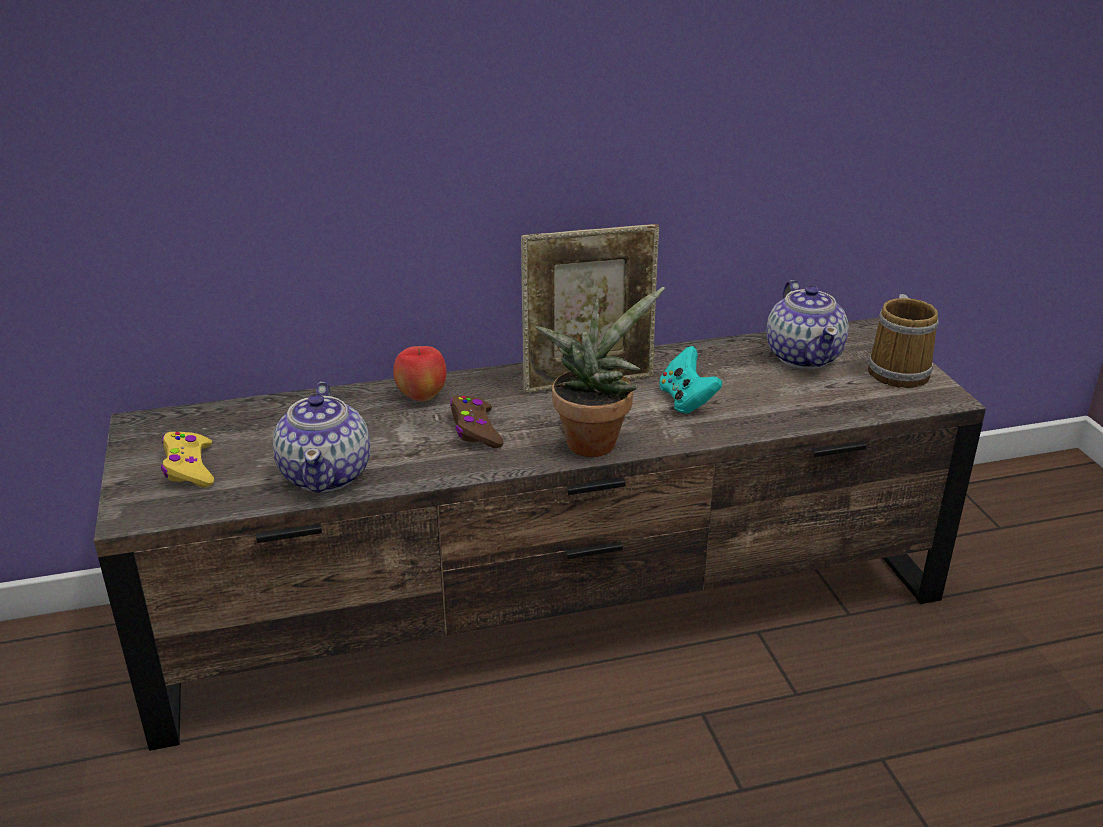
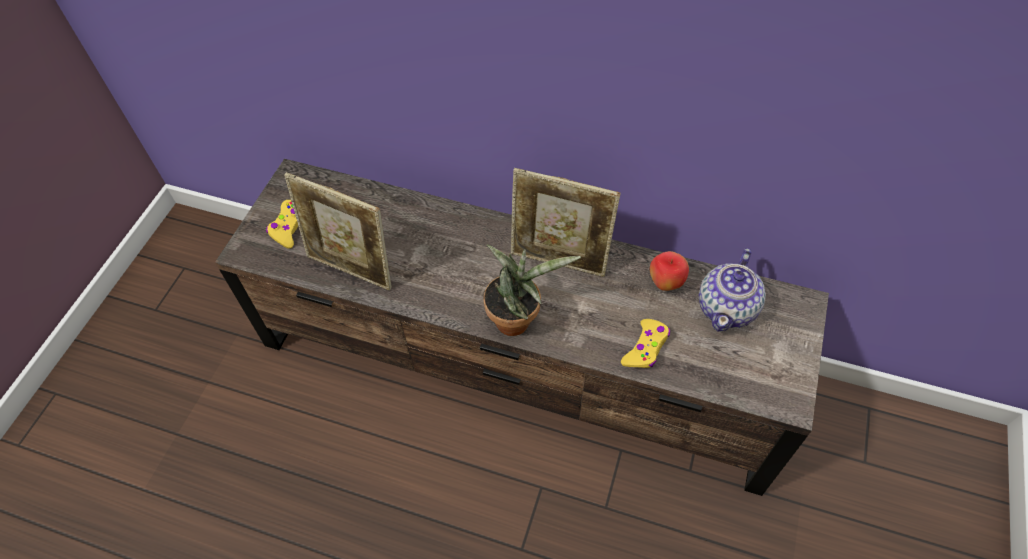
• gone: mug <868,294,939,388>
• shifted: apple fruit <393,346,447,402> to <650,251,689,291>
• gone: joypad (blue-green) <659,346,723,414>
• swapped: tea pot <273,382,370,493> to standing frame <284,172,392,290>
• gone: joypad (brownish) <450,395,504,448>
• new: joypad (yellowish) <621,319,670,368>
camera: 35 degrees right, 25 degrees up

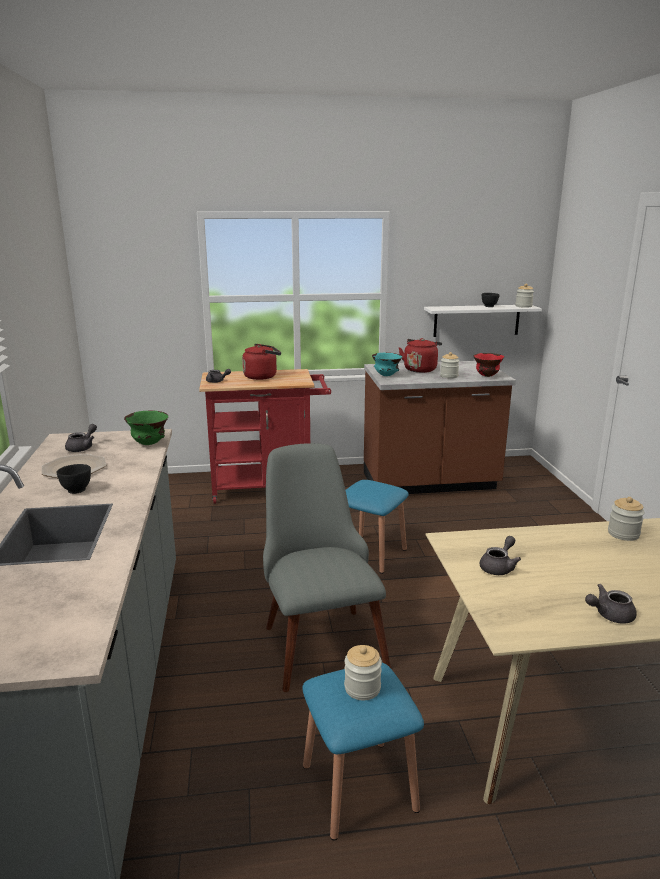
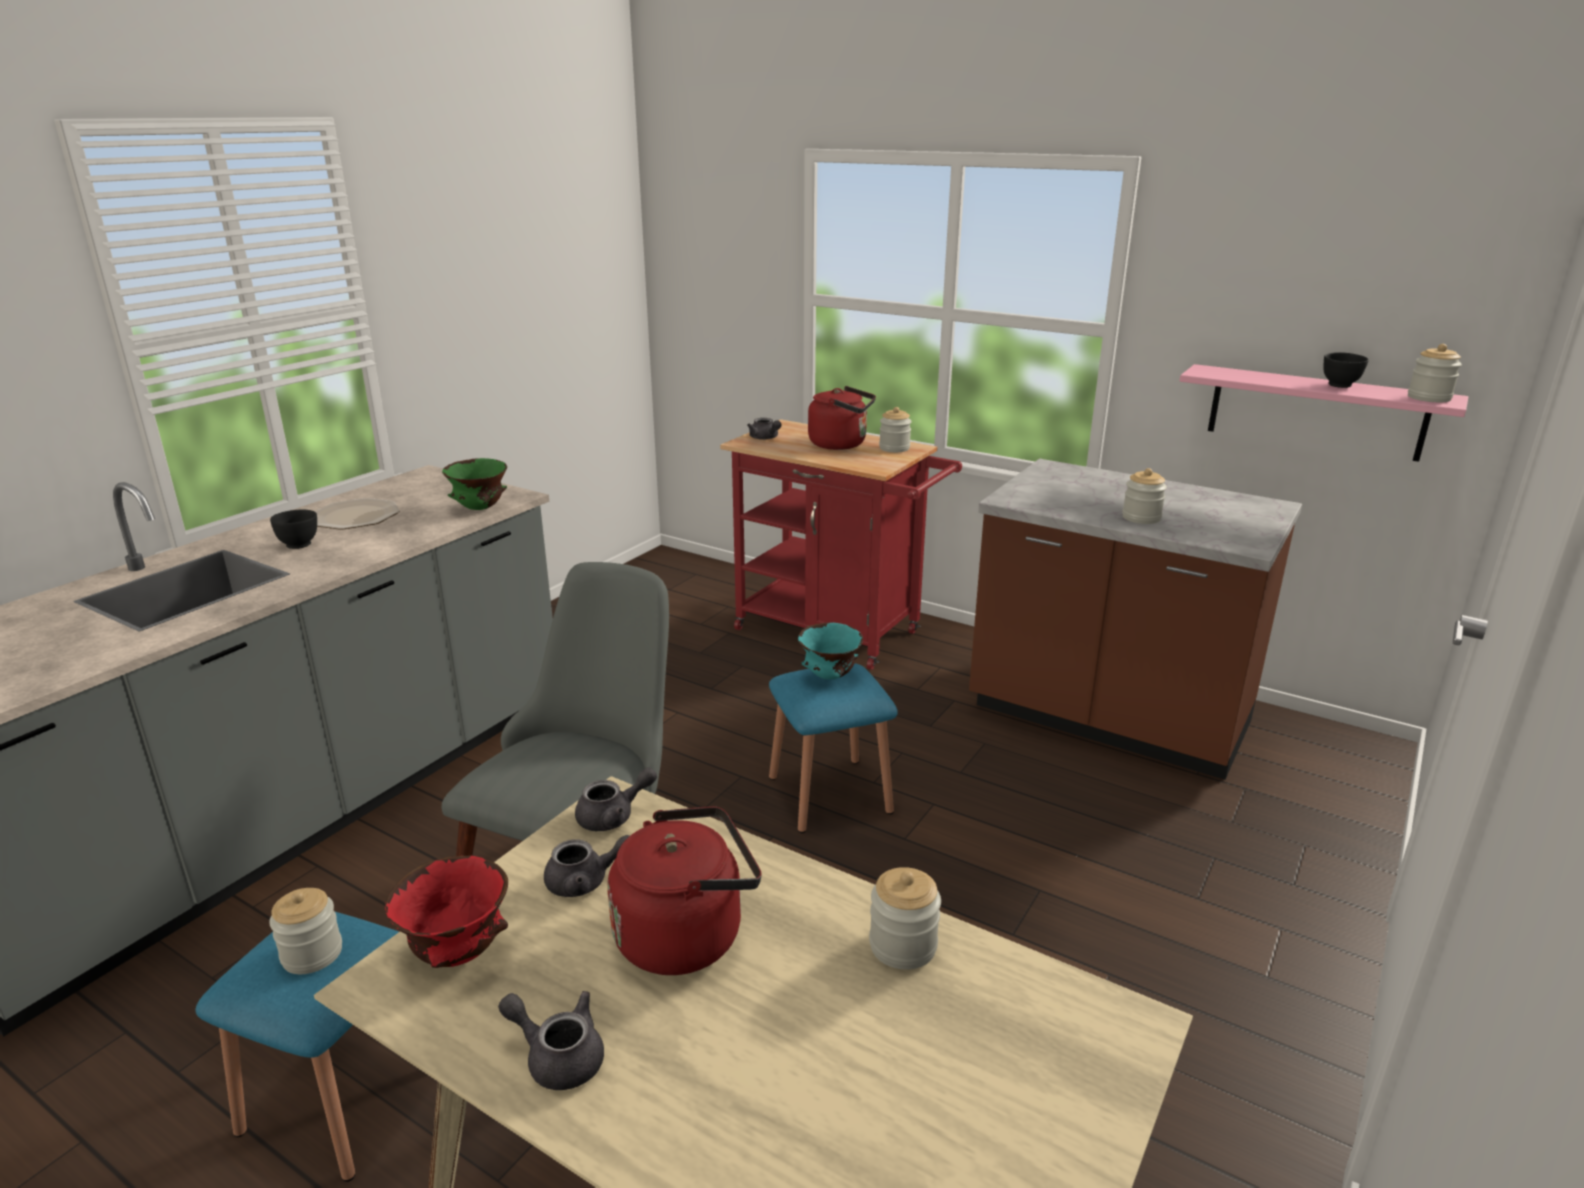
• repainted: shelf (white) <424,305,542,337> to shelf (pink) <1179,364,1468,462>
• shifted: water kettle (reddish) <399,338,442,373> to <607,806,761,975>
• shifted: serving bowl (blue-green) <372,353,402,376> to <798,623,863,680>
• shifted: serving bowl (reddish) <473,353,504,377> to <385,856,508,968>
• shifted: tea pot (grey) <65,424,97,452> to <575,768,657,831>
• new: jar <879,407,912,452>
camera: 40 degrees right, 5 degrees up

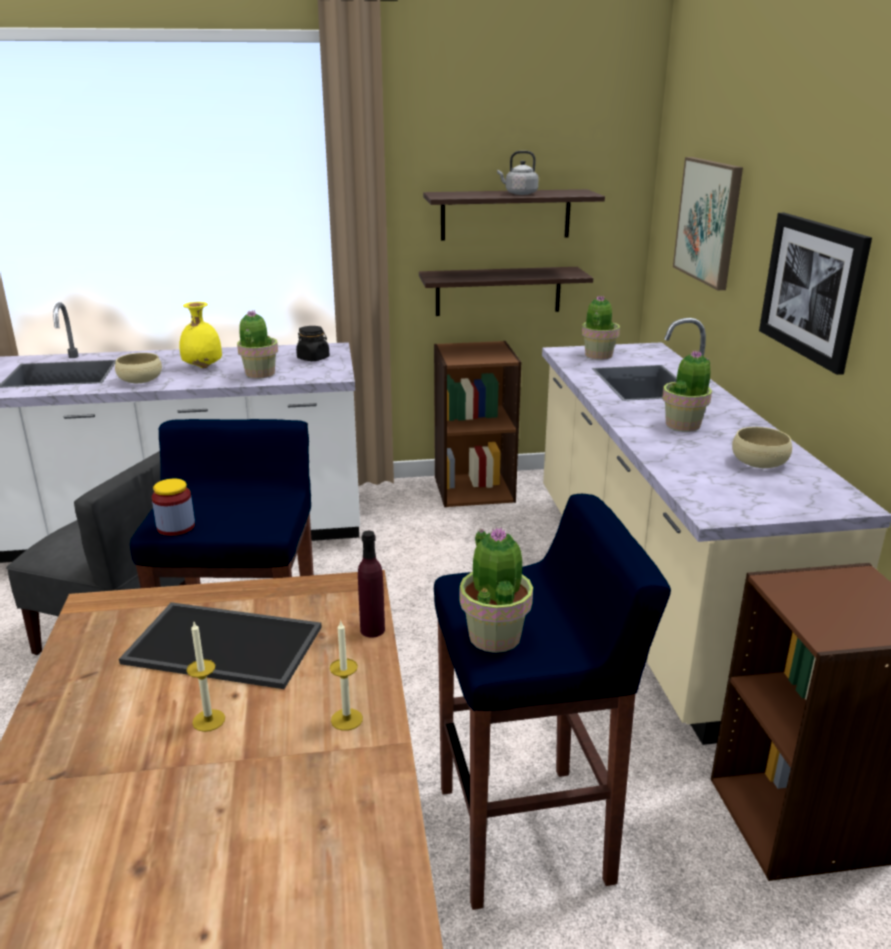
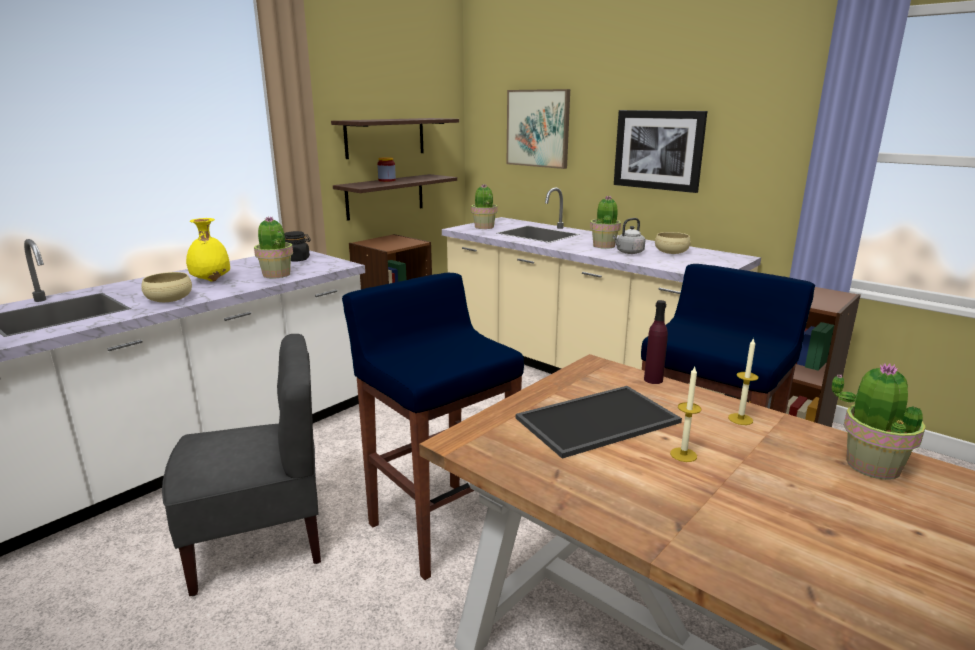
• shifted: water kettle (grey) <497,151,539,195> to <612,218,645,254>
• shifted: jar <152,479,195,536> to <377,157,396,182>
• shifted: houseplant <460,527,533,653> to <831,363,926,480>
camera: 40 degrees left, 5 degrees down

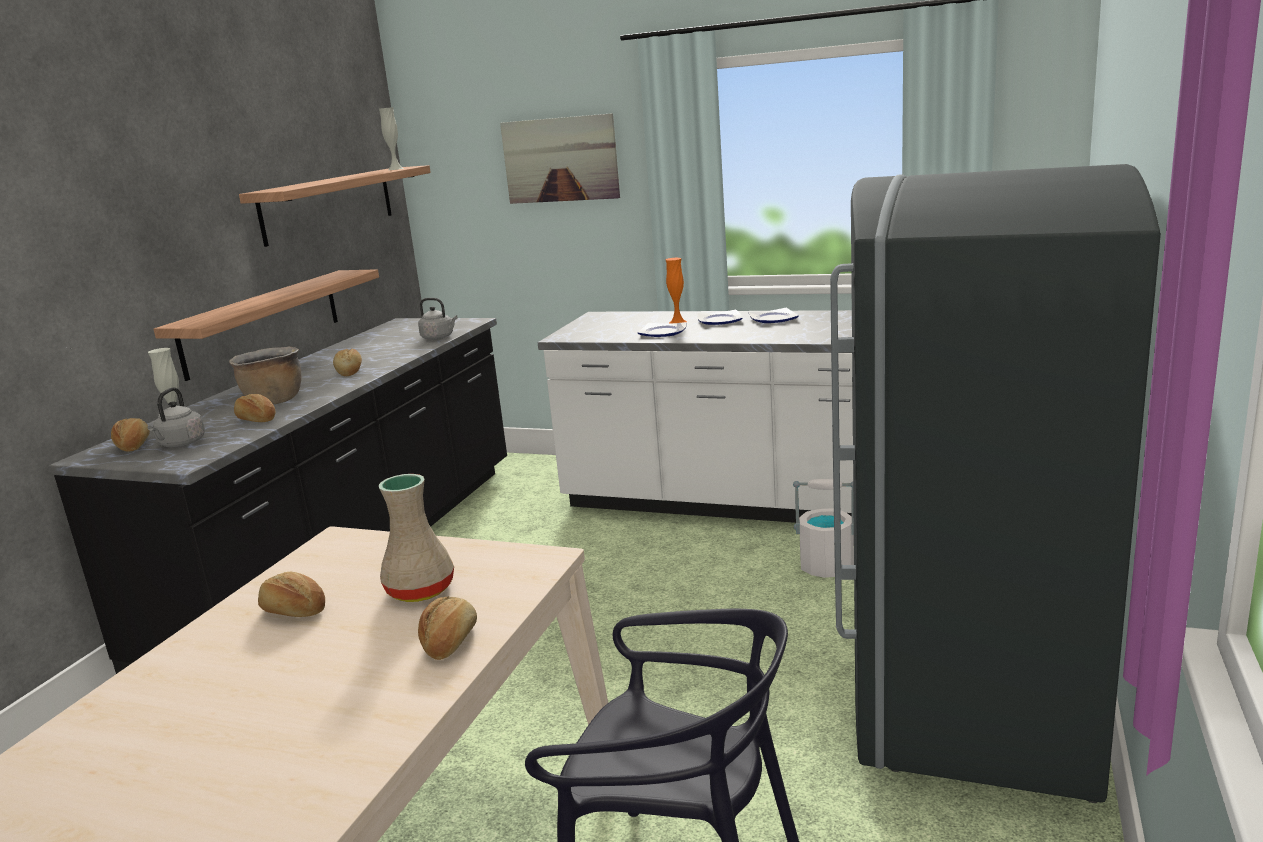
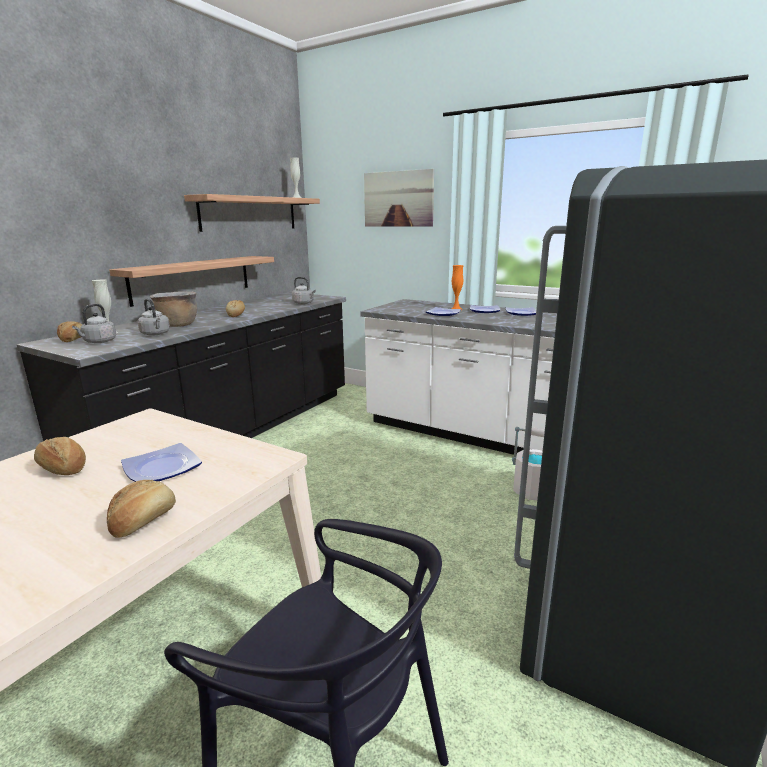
• swapped: bakery bread <234,394,275,422> to water kettle (grey) <138,299,170,336>
• swapped: vase (beige) <379,474,454,602> to flat dish <121,443,202,482>
camera: 10 degrees right, 0 degrees up

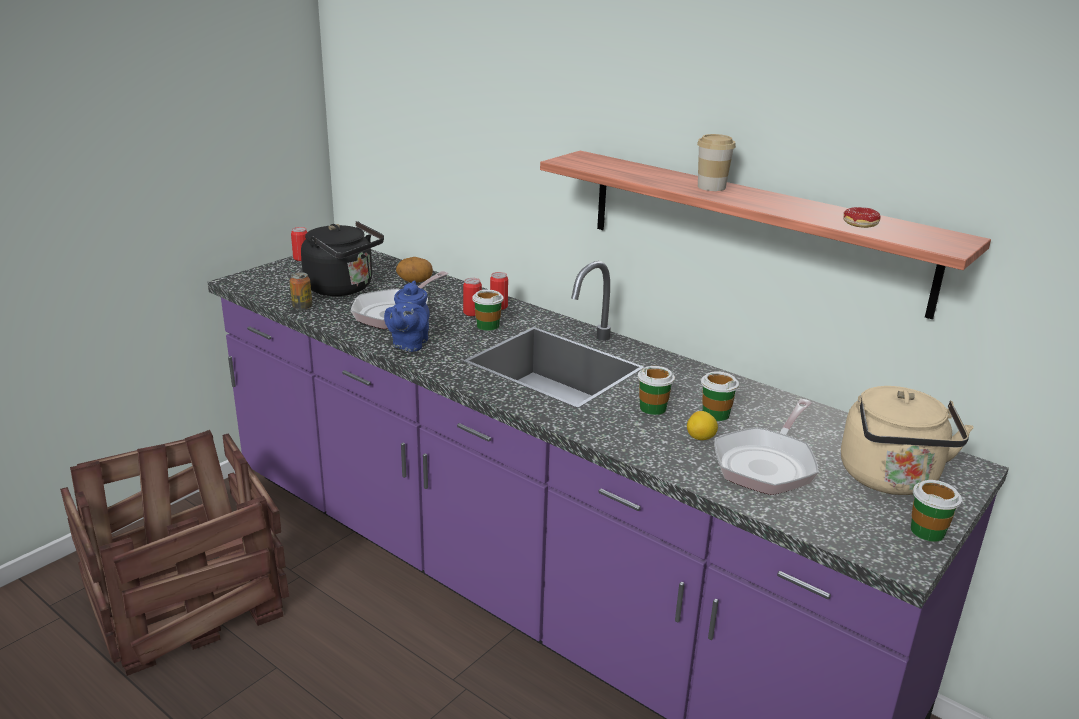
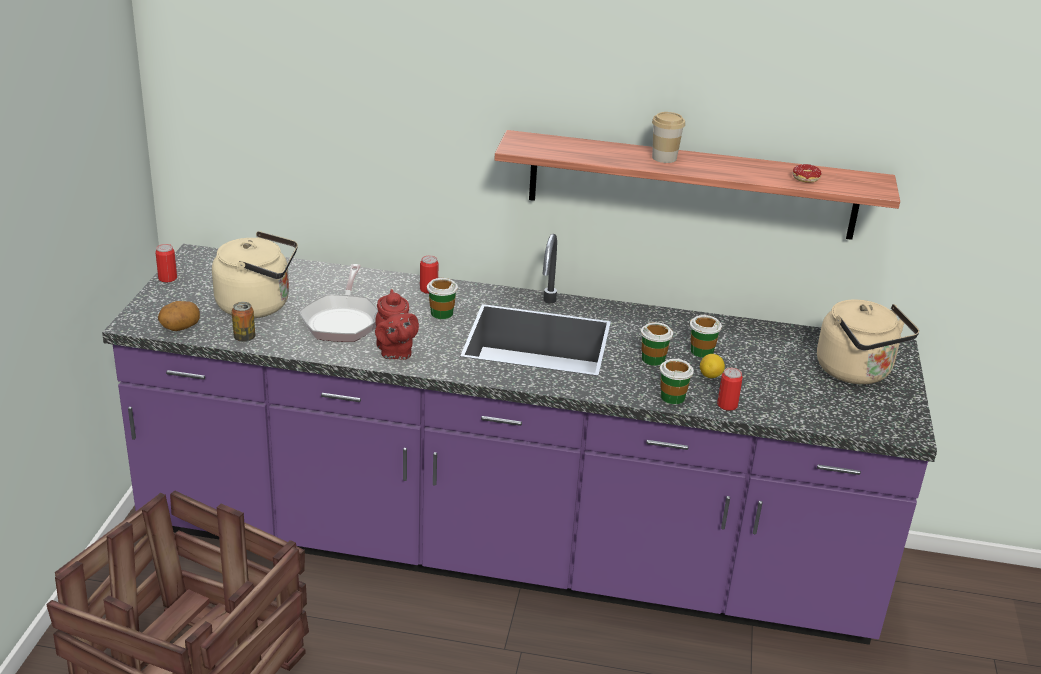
• repainted: water kettle (black-coloured) <301,221,384,296> to water kettle (beige) <212,231,298,318>
• shifted: whole potato <396,257,433,283> to <158,301,200,331>
• shifted: can <463,278,482,316> to <717,368,743,411>
• repainted: tea pot (blue-coloured) <384,280,430,352> to tea pot (reddish) <375,289,419,360>
• gone: frying pan <714,399,819,495>
• shifted: small cup <911,480,962,542> to <660,359,694,404>
camera: 30 degrees left, 5 degrees up

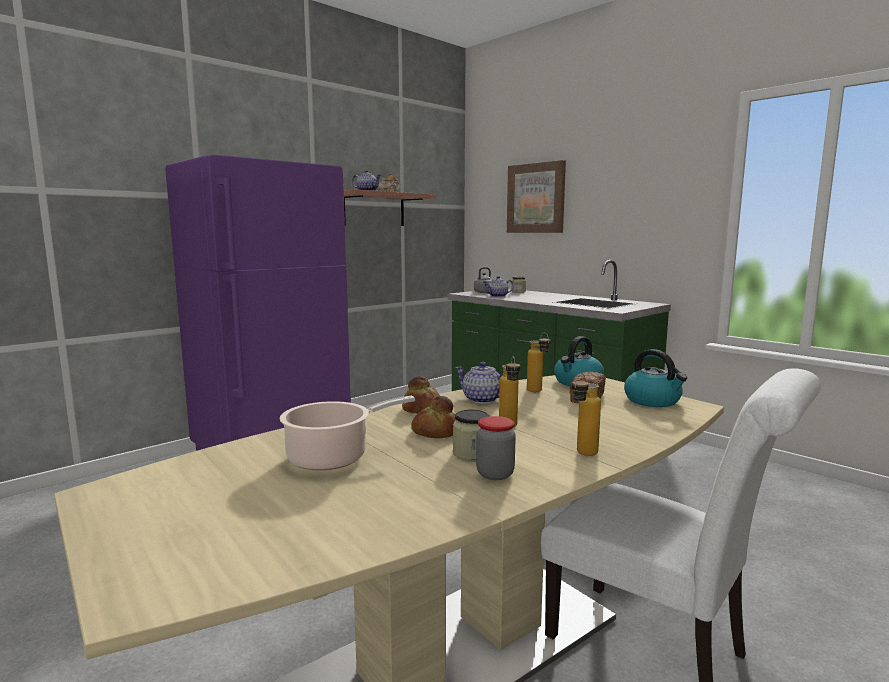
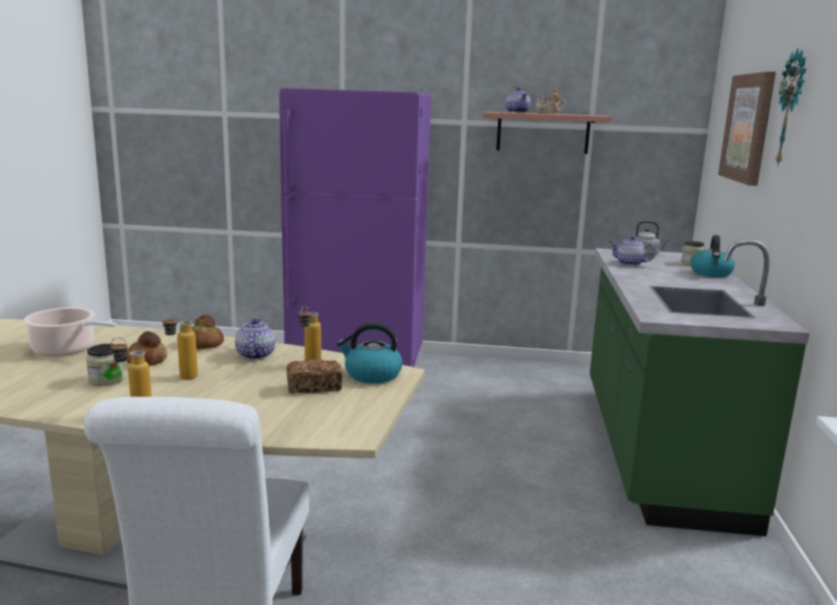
• shifted: water kettle <624,349,687,407> to <691,235,735,277>
• gone: jar <476,416,516,480>
• new: wall clock <775,48,806,167>
camera: 50 degrees right, 5 degrees up

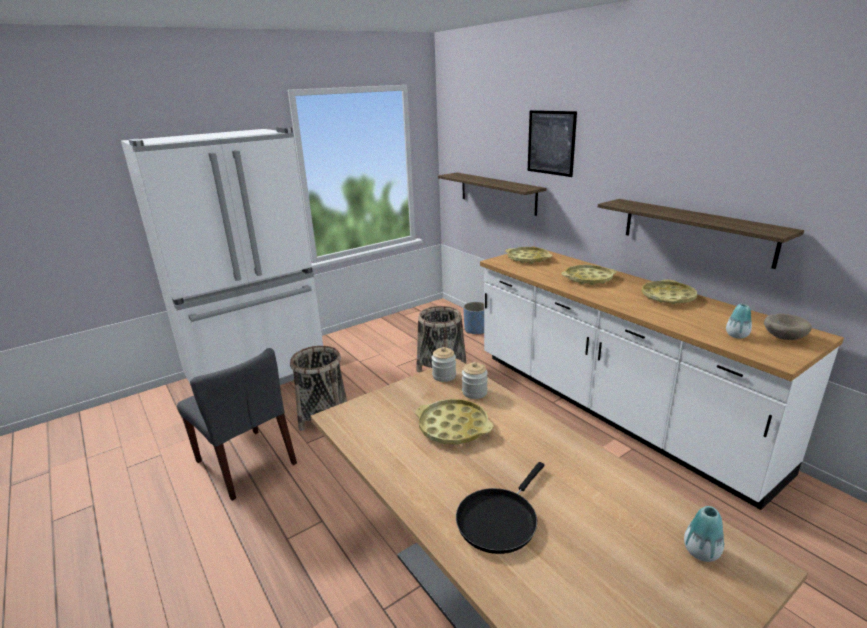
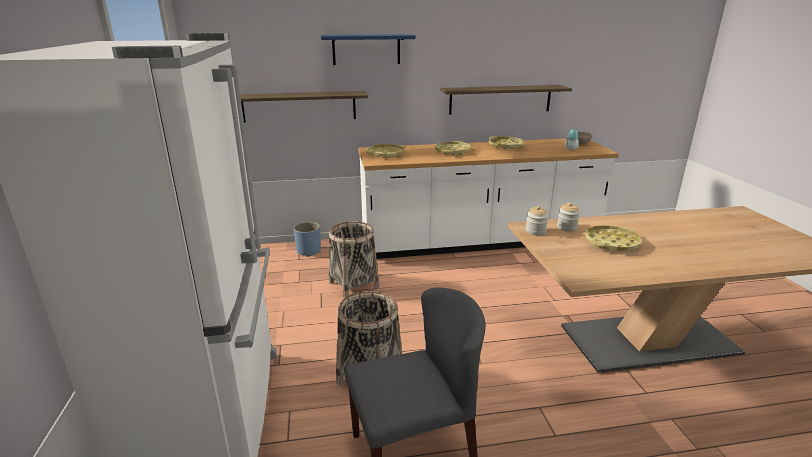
• swapped: wall art <528,110,577,177> to shelf (blue-coloured) <321,34,416,65>
• gone: frying pan (black-coloured) <456,462,544,554>
• gone: vase <684,506,724,562>
camera: 65 degrees left, 0 degrees up

